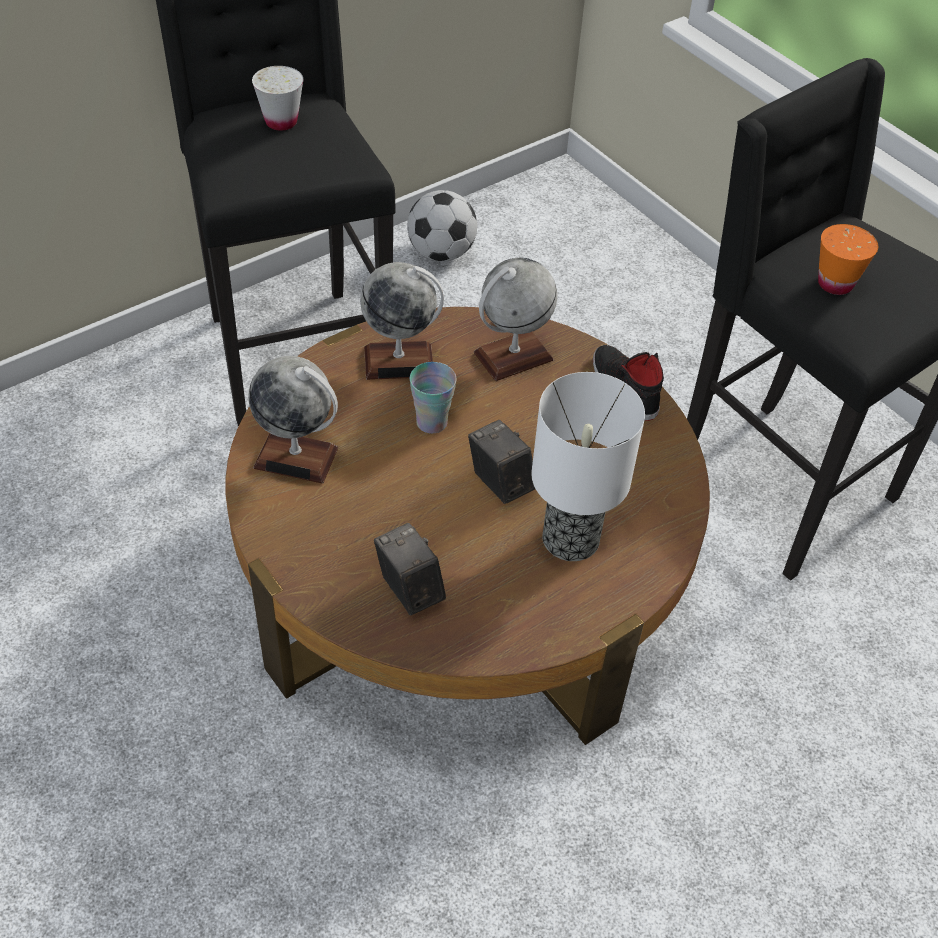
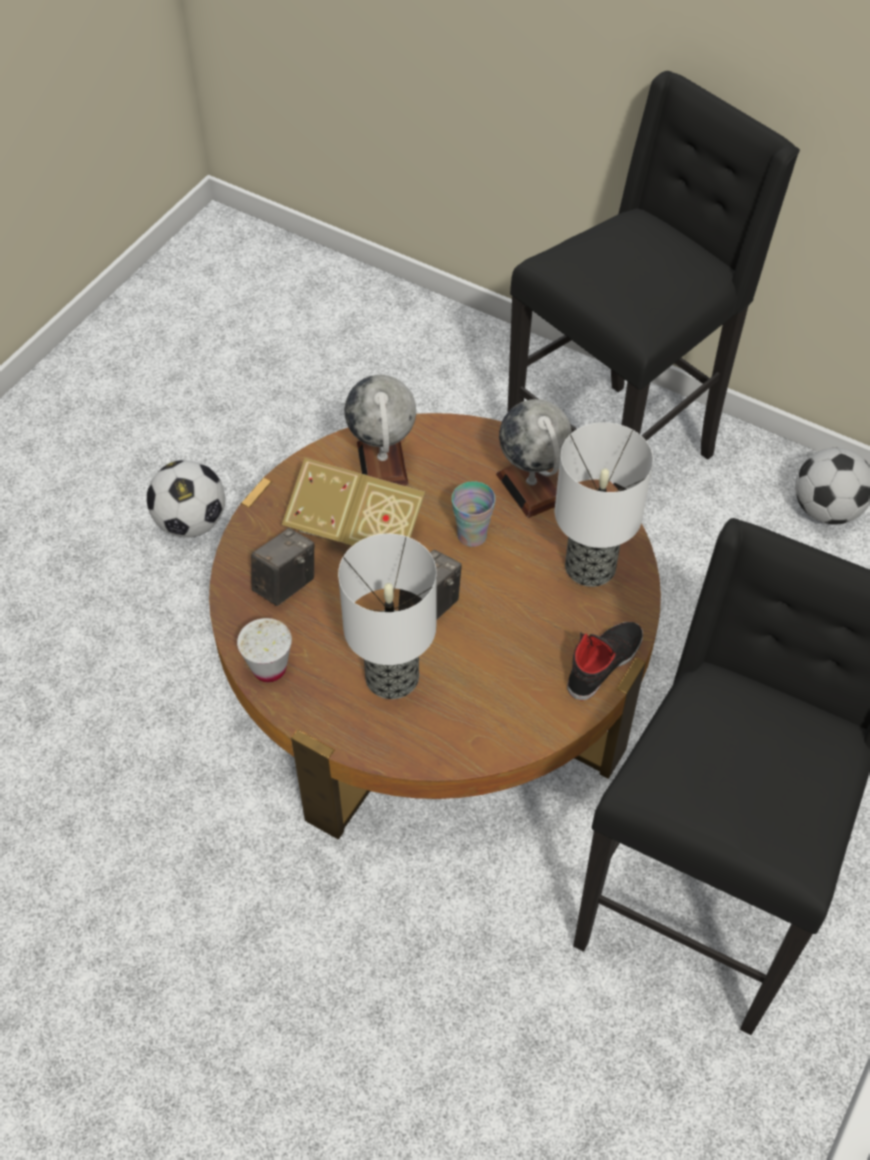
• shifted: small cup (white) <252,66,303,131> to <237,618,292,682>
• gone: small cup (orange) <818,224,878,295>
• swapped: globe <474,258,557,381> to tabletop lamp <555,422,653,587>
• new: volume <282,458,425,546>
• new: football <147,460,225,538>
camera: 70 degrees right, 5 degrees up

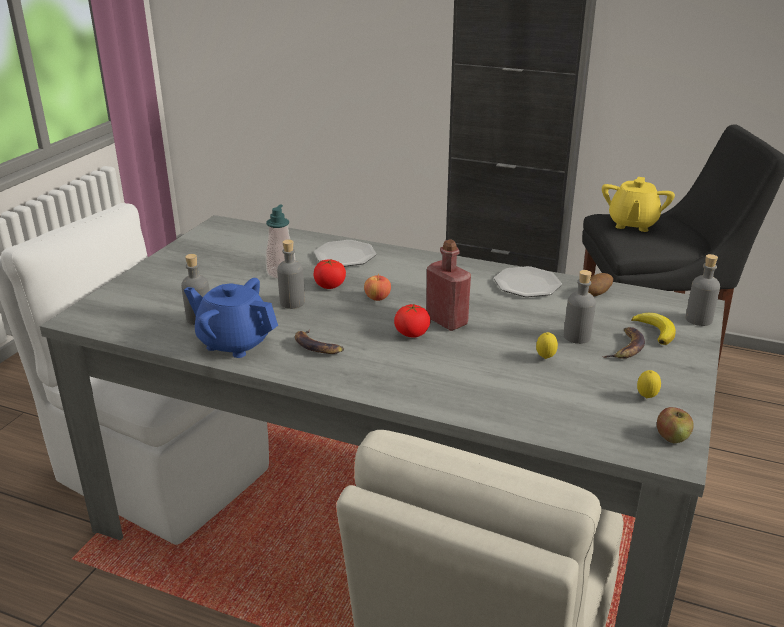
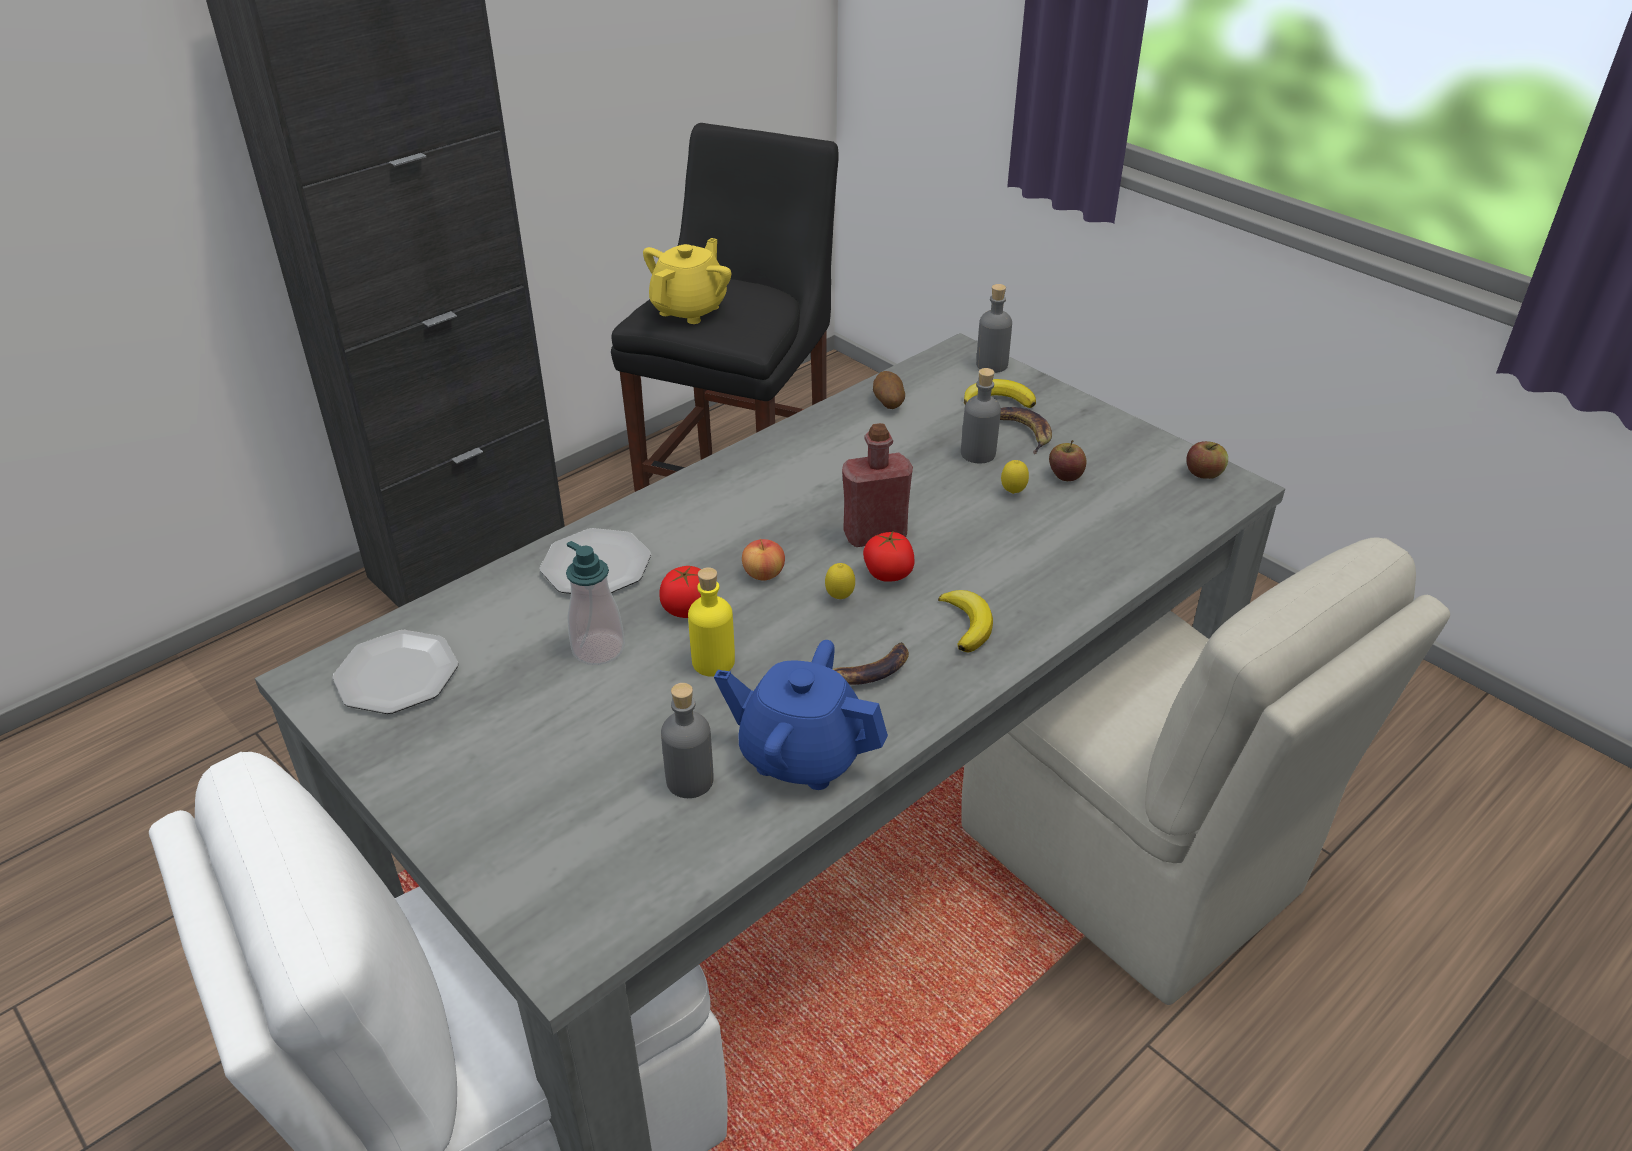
• rotated: tea pot (yellowish) <602,177,675,232> = <643,238,731,324> 105 degrees counterclockwise
• repainted: drink bottle (grey) <277,239,305,309> to drink bottle (yellowish) <688,567,735,677>
• shifted: flat dish <494,266,562,297> to <333,630,458,714>
• rotated: tea pot (blue-coloured) <184,278,278,358> = <714,640,888,790> 60 degrees clockwise
• shifted: whole lemon <637,370,661,398> to <825,563,855,599>
• new: apple fruit <1049,440,1086,481>
• new: banana fruit <938,590,993,653>
camera: 65 degrees left, 10 degrees up

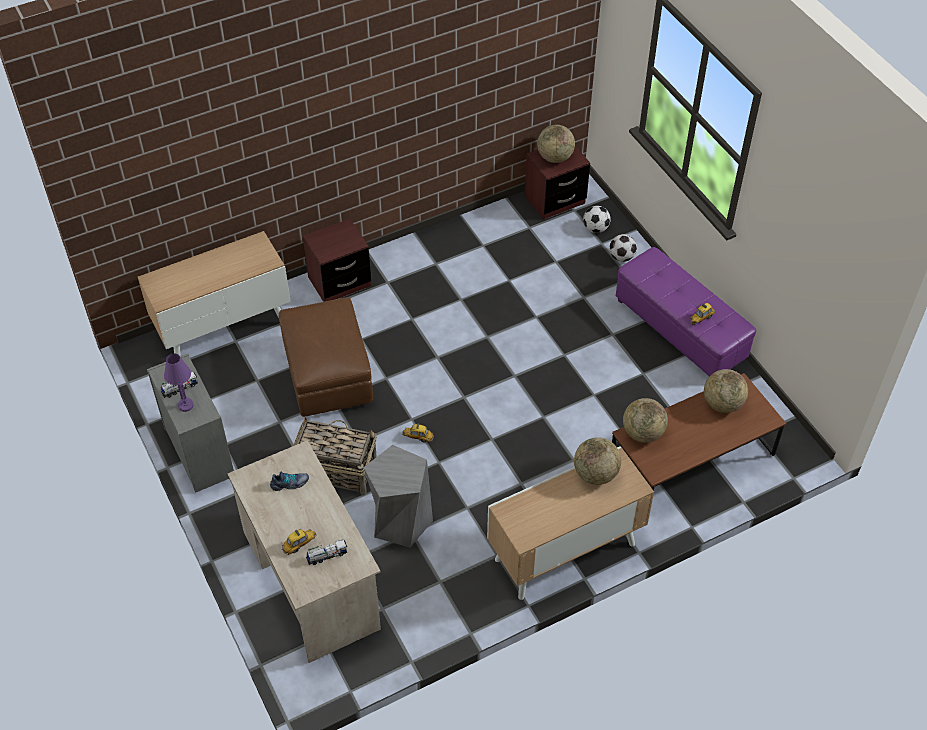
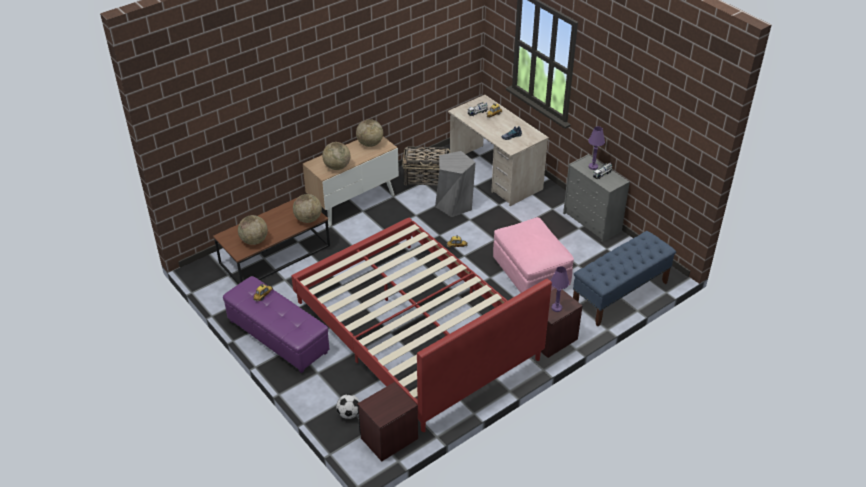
• shifted: globe <537,125,575,163> to <356,119,383,147>
• swapped: cupboard <138,231,291,356> to indoor bench (blue-coloured) <573,231,676,326>
• gone: football <609,234,637,262>
• repainted: pouffe (brownish) <279,297,373,417> to pouffe (pink) <493,217,574,293>
• shifted: storage basket <293,417,377,495> to <402,146,450,186>
• new: sleeping bed (reddish) <291,217,552,432>
• new: tabletop lamp (purple) <551,266,569,312>
camera: 170 degrees right, 10 degrees down

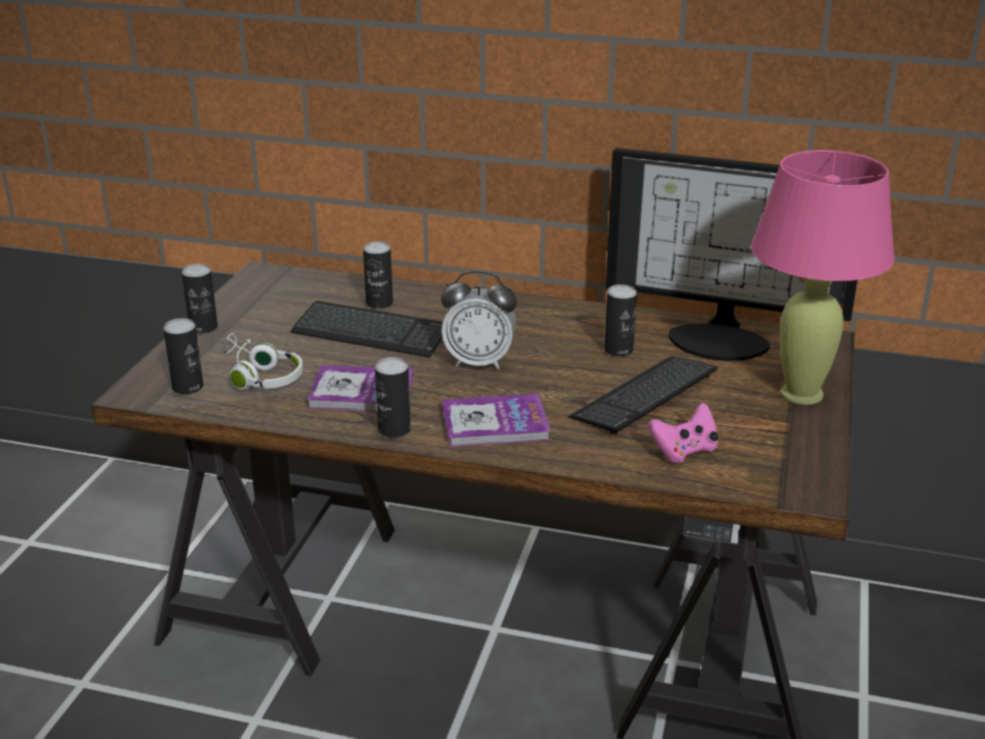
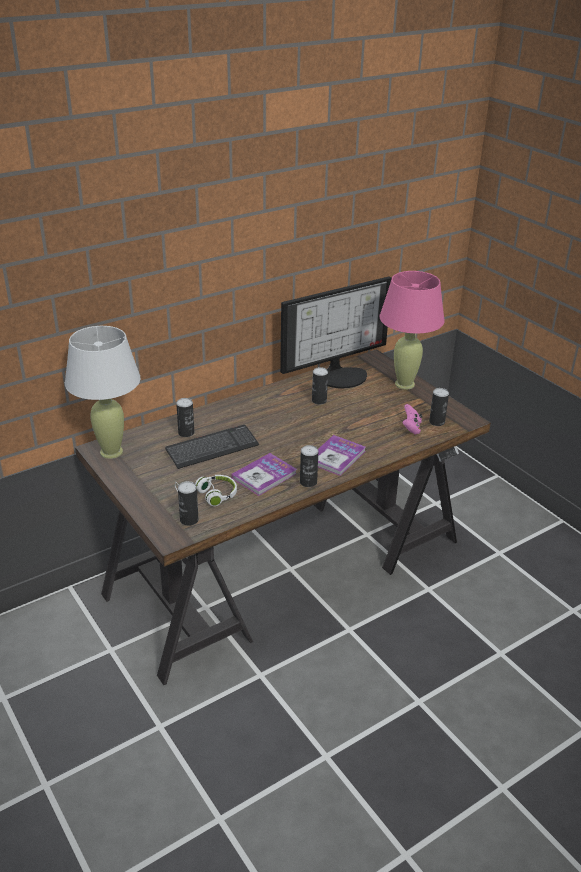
• shifted: can <182,264,218,334> to <429,388,449,426>
• gone: bedside clock <441,271,517,369>
• gone: computer keyboard <568,356,717,435>
• new: tabletop lamp (white) <65,326,140,459>
camera: 50 degrees left, 5 degrees up

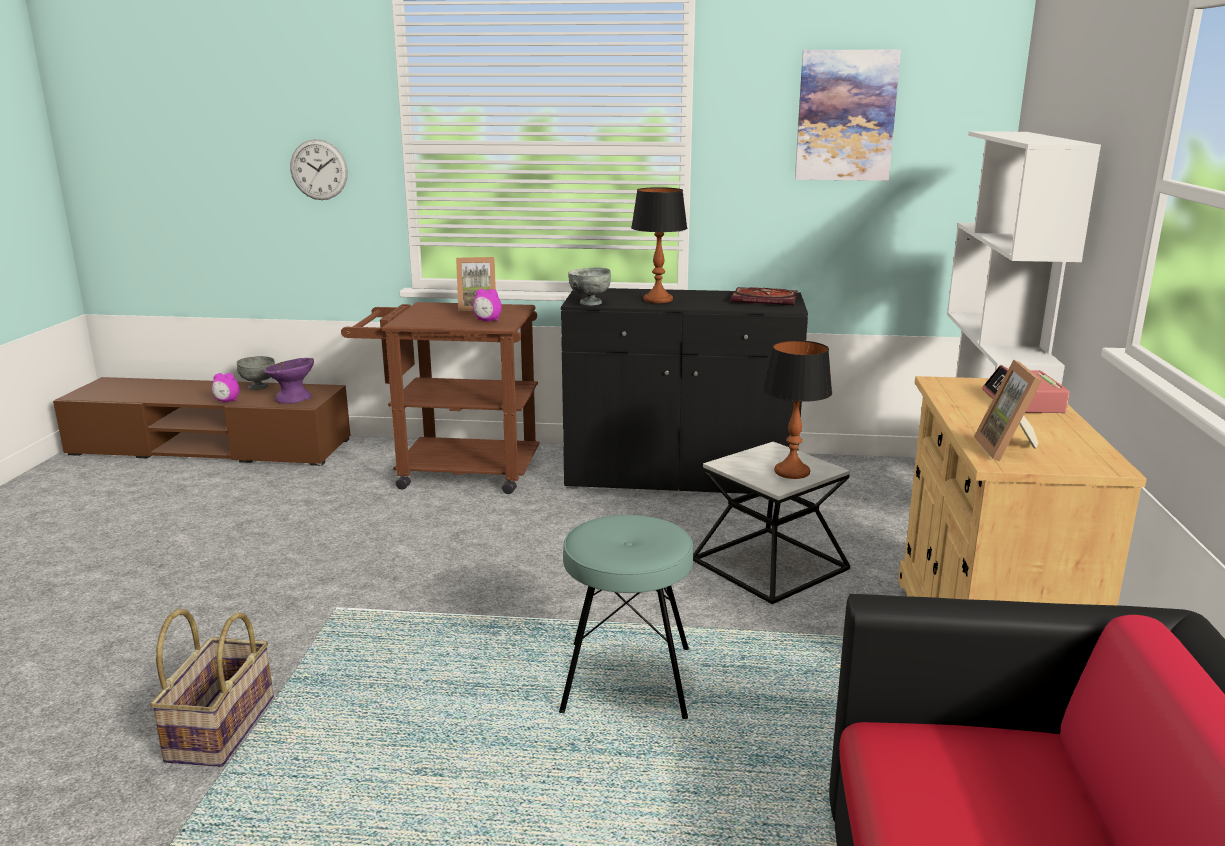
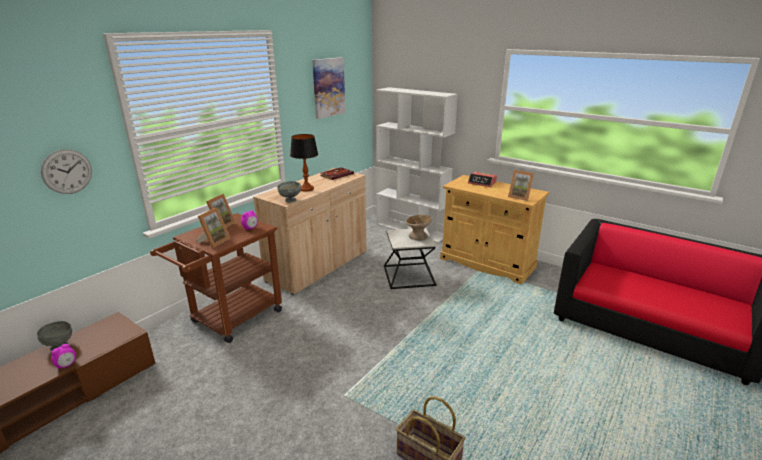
• repainted: cupboard (black-coloured) <561,288,808,494> to cupboard (beige) <253,168,366,295>
• swapped: tabletop lamp <763,340,832,479> to serving bowl (beige) <405,214,432,240>
• gone: serving bowl (purple) <264,358,314,404>
• gone: stool seat (blue-green) <559,515,693,719>
• new: standing frame <196,207,230,248>
camera: 60 degrees left, 5 degrees up

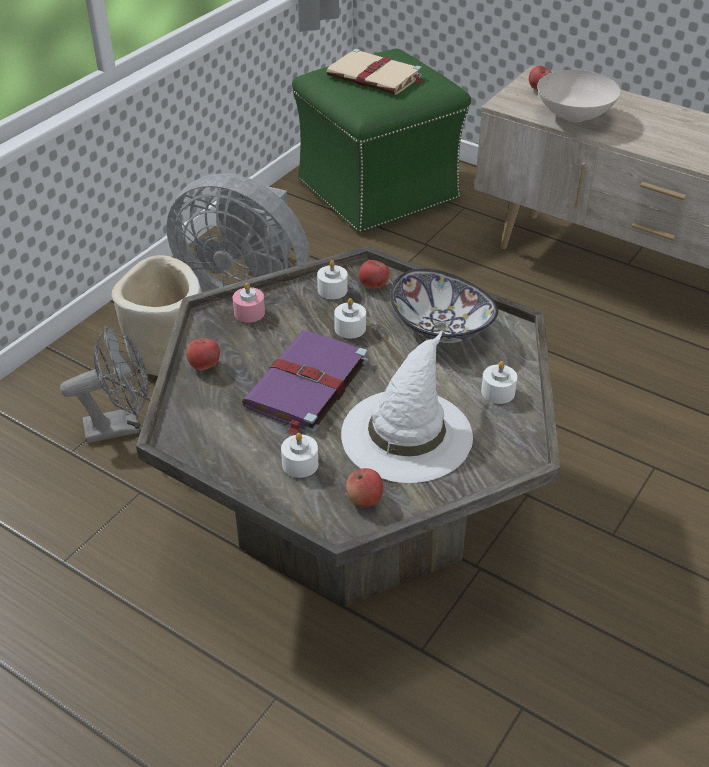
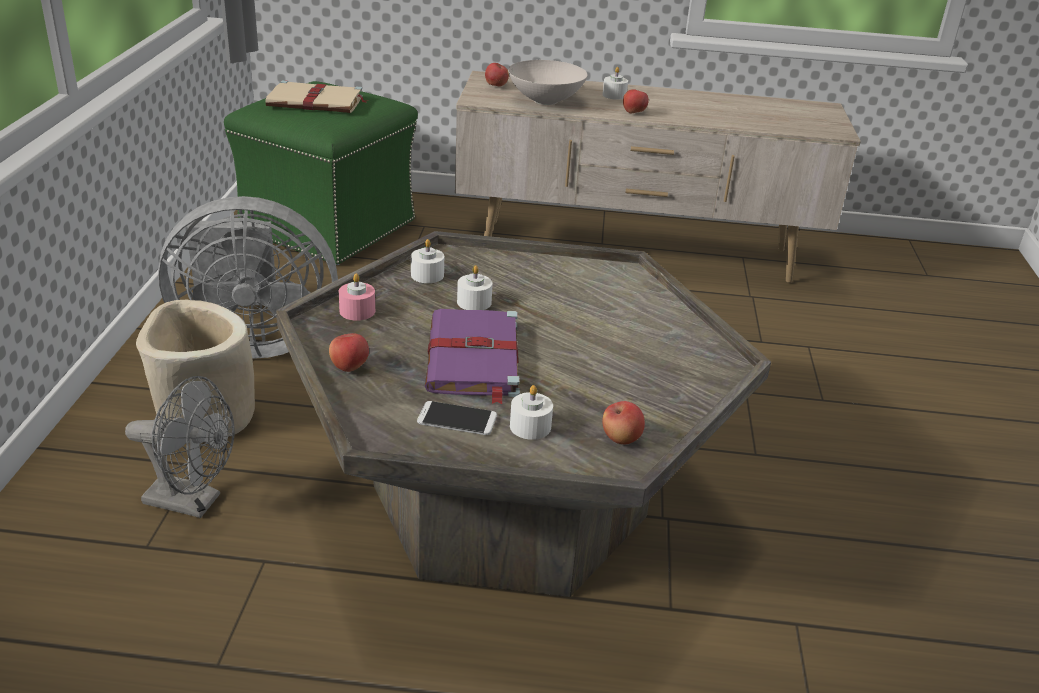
• shifted: apple fruit <359,260,390,289> to <623,89,649,114>
• gone: serving bowl <390,269,498,343>
• rotated: cooling fan (grey) <60,326,149,443> = <125,376,234,518> 60 degrees clockwise
• gone: hat (white) <341,331,473,483>
• shifted: wax light (white) <481,361,517,404> to <603,67,628,100>
• new: phone <417,401,497,435>
camera: 30 degrees left, 10 degrees down

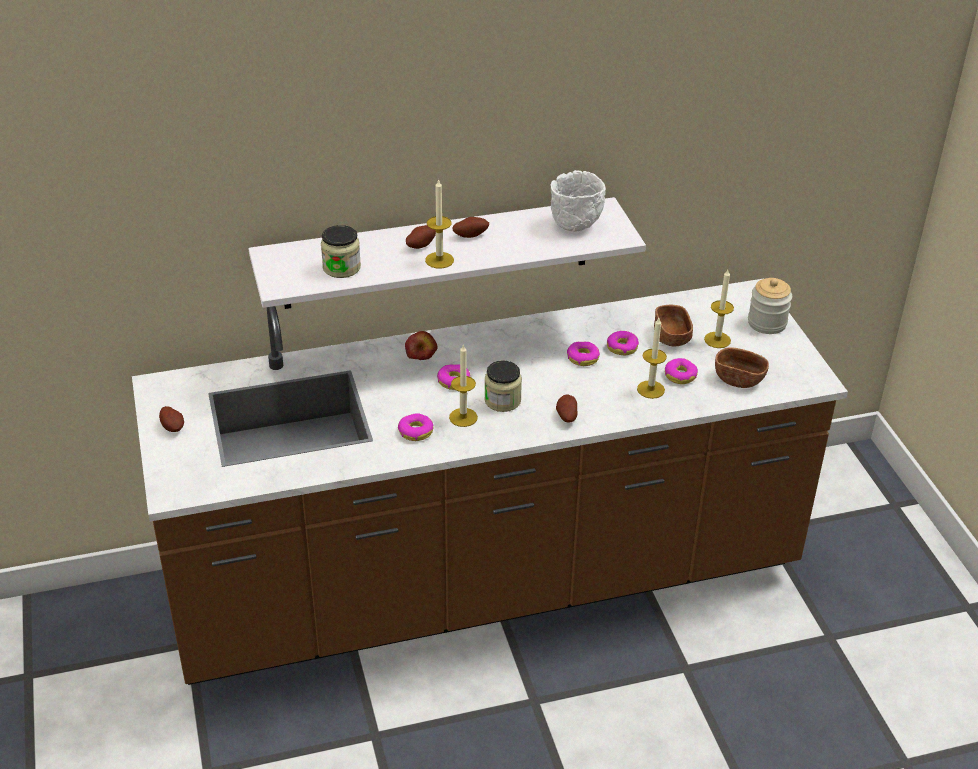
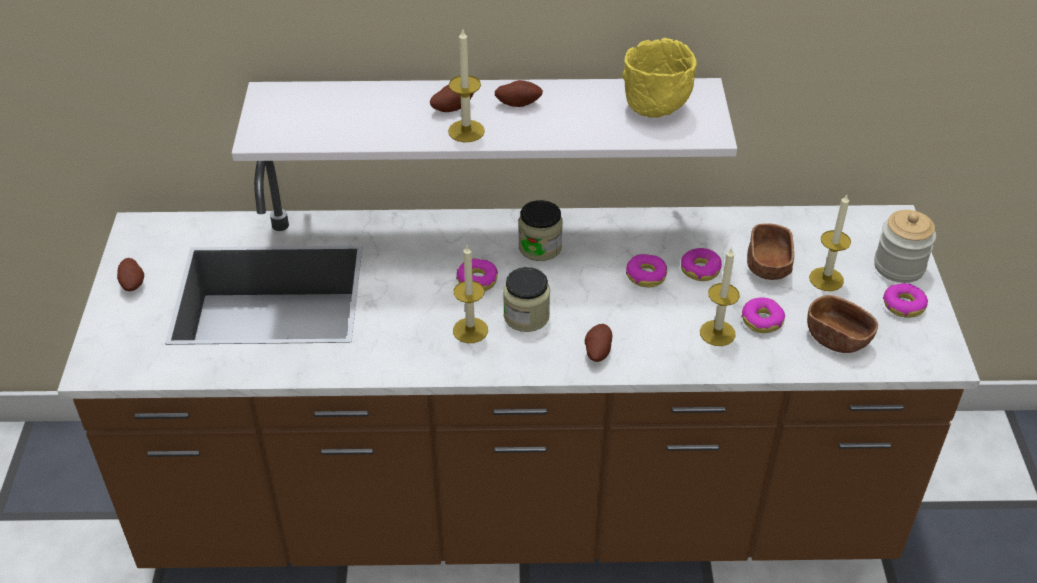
• repainted: serving bowl (white) <550,170,606,232> to serving bowl (yellowish) <622,38,697,118>
• shifted: jar <321,225,361,278> to <519,200,563,261>
• gone: apple fruit <405,331,438,360>
• shifted: doughnut <398,413,433,441> to <883,283,928,318>
camera: 15 degrees right, 5 degrees up

